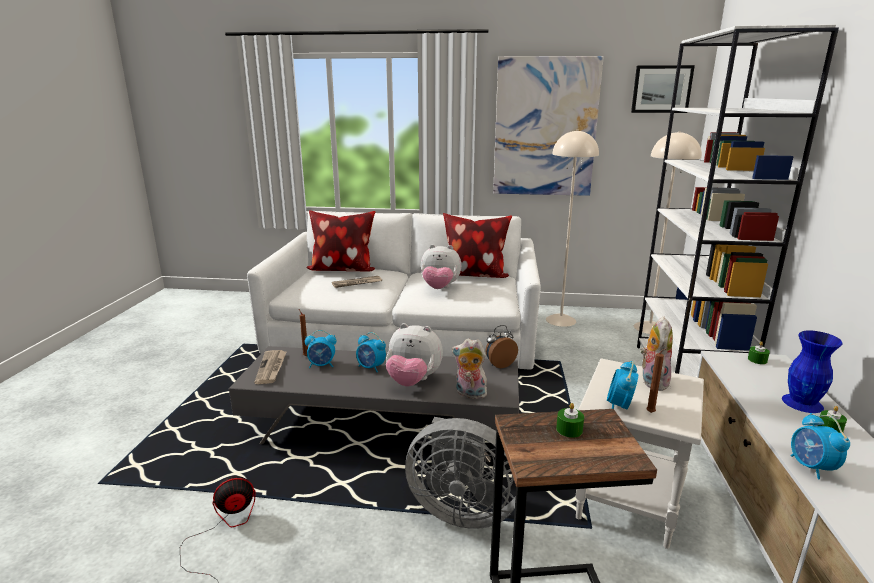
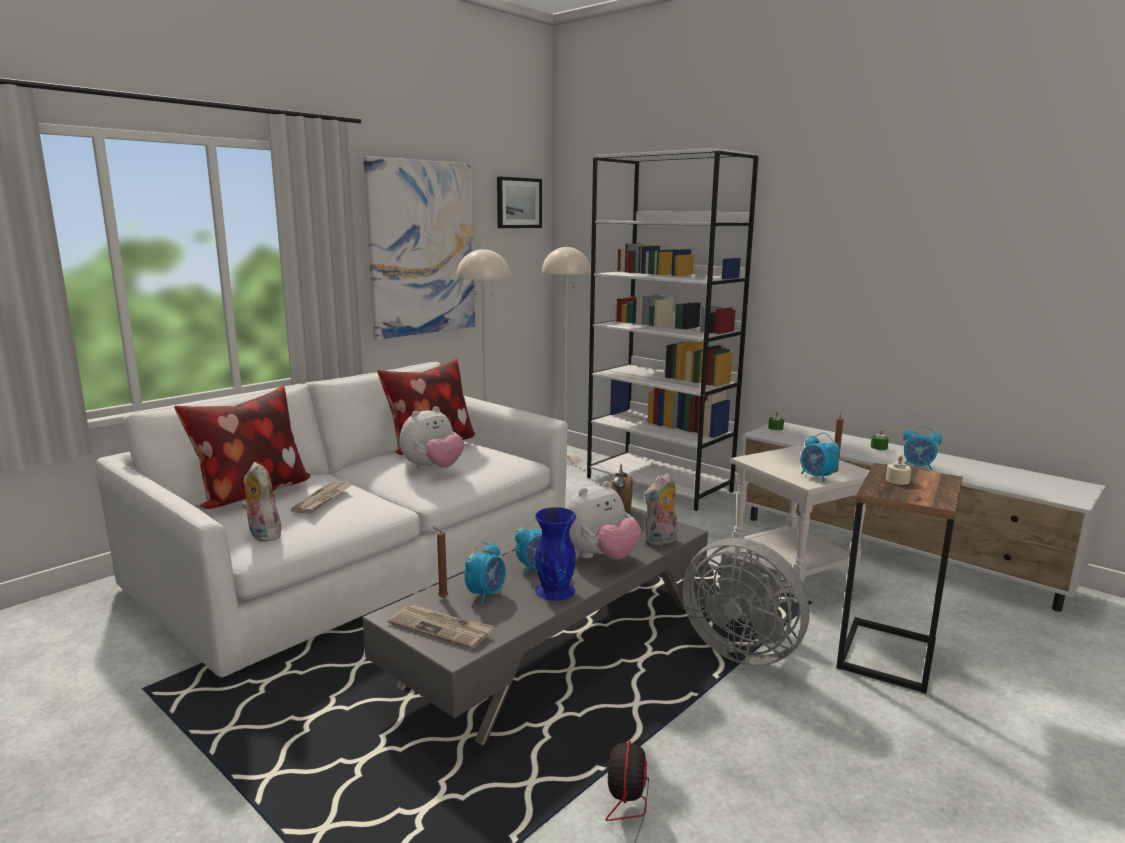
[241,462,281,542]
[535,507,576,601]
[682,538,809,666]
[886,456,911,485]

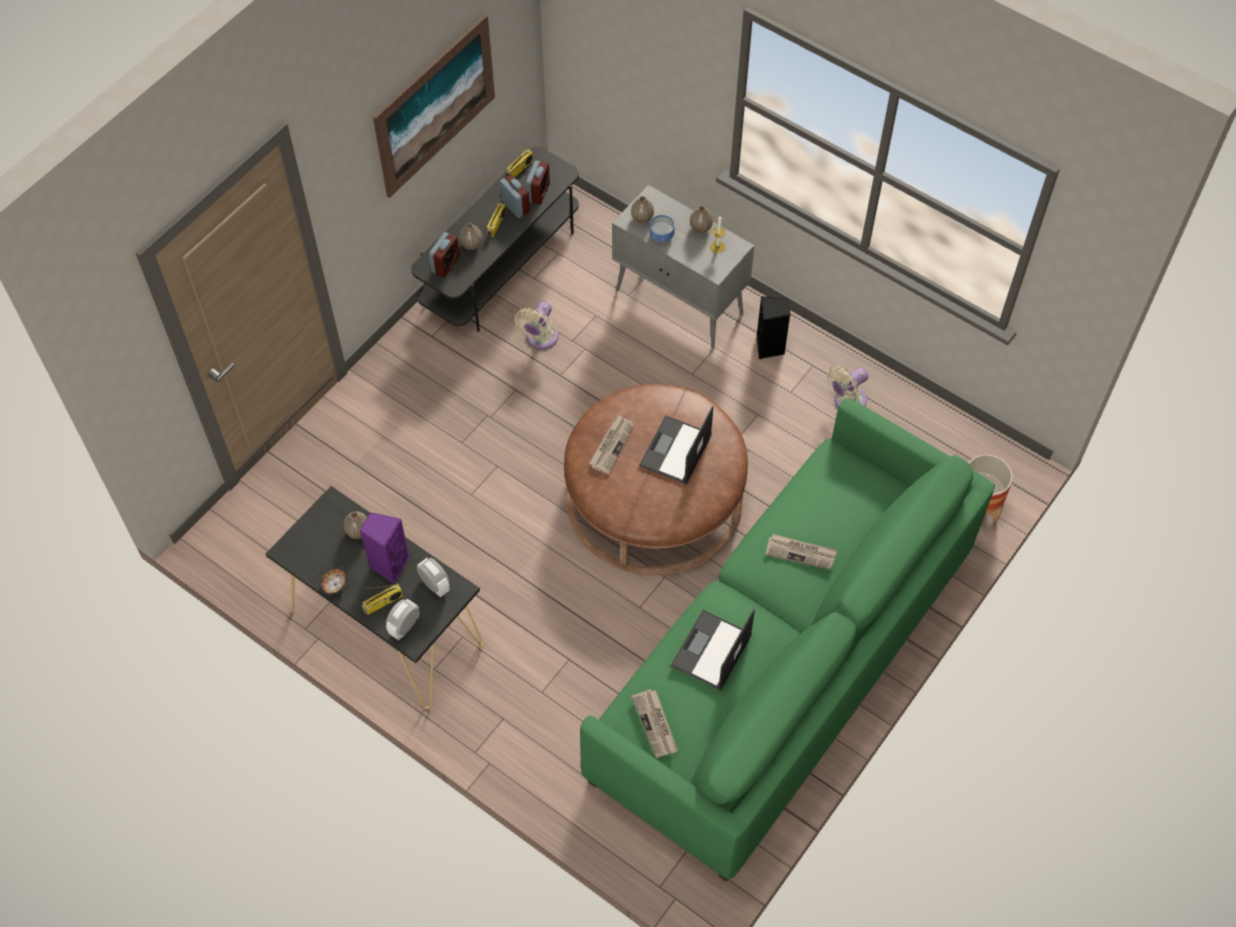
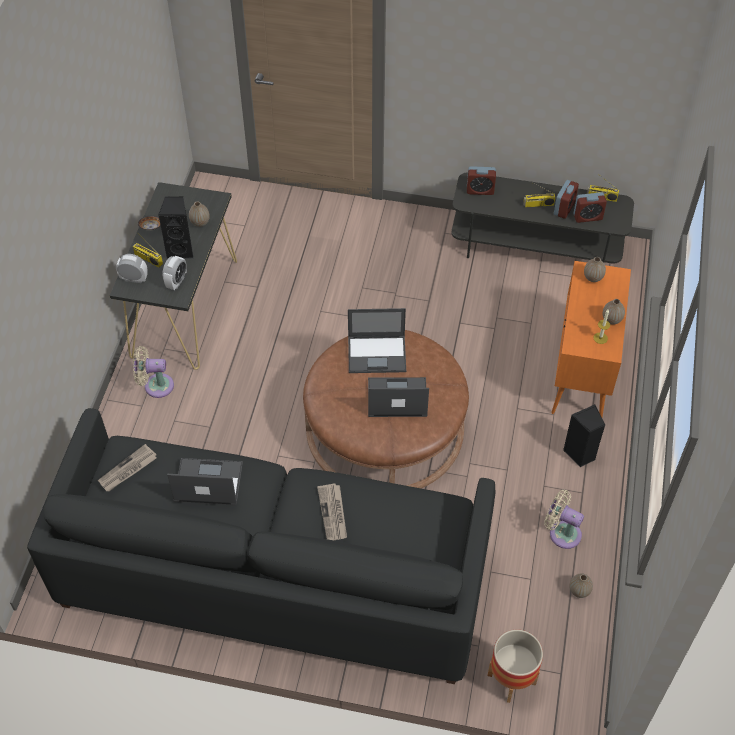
[27,408,496,684]
[133,346,174,398]
[158,197,193,259]
[348,308,406,373]
[551,261,631,417]
[569,573,593,598]
[373,15,495,198] (first image)
[649,215,675,242] (first image)

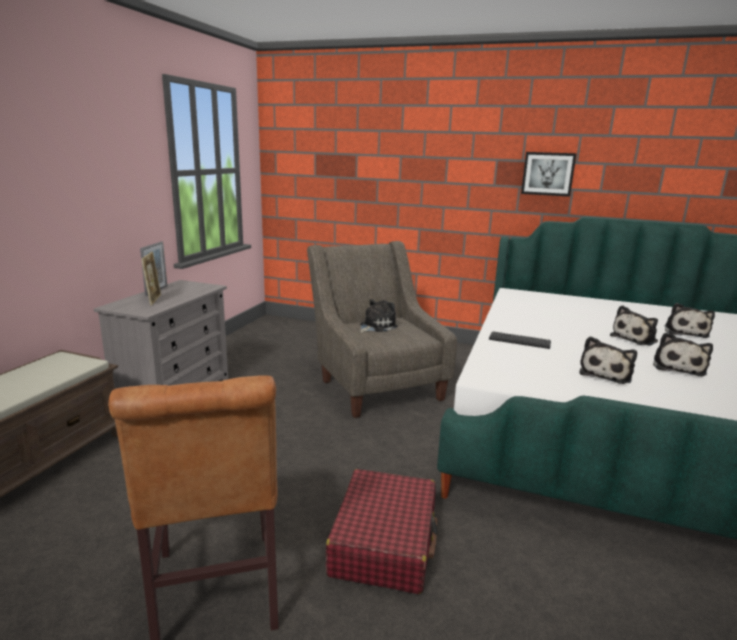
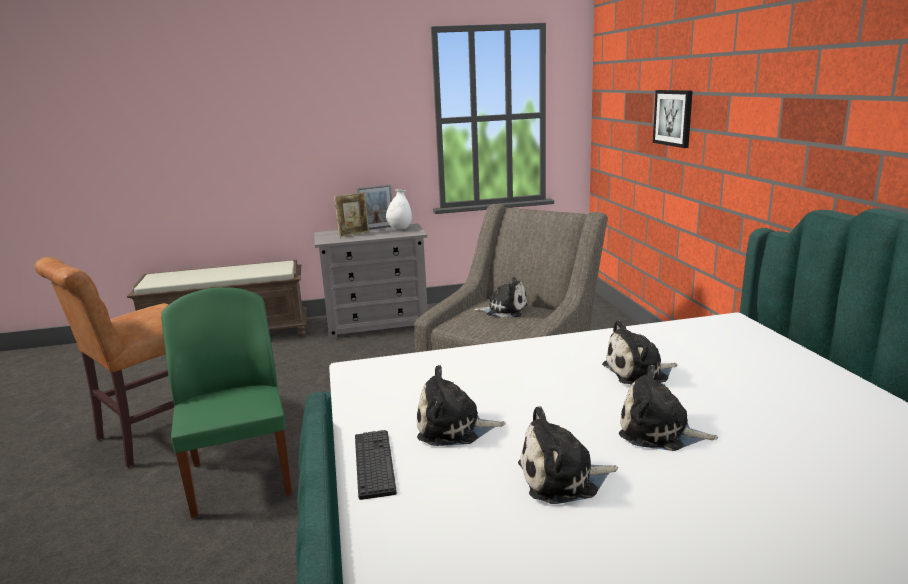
[161,287,292,518]
[355,430,397,500]
[386,189,412,229]
[602,320,677,385]
[653,90,693,148]

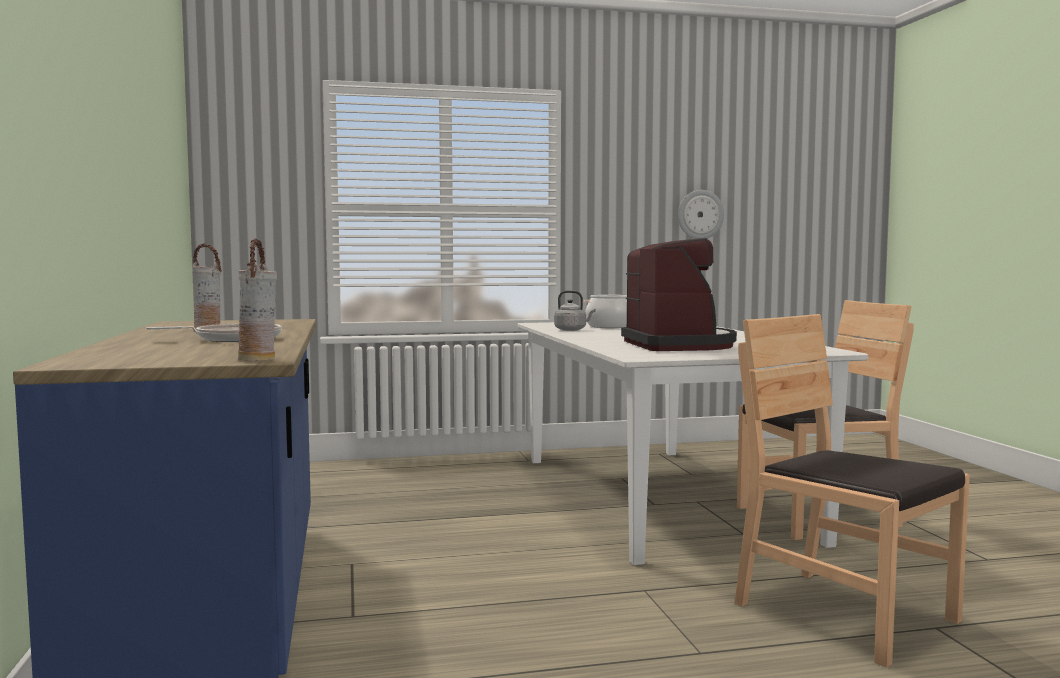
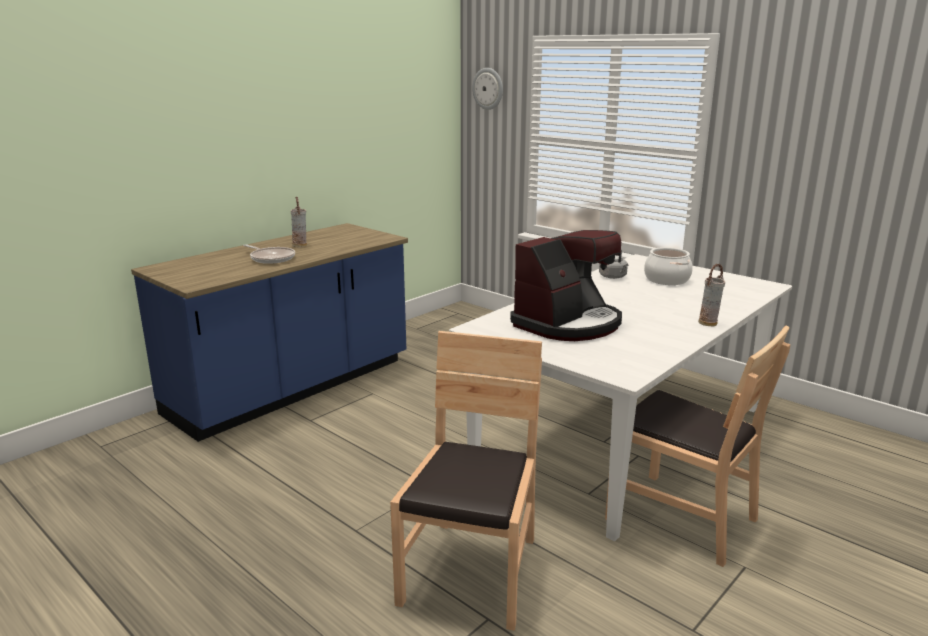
[472,68,503,110]
[698,264,725,327]

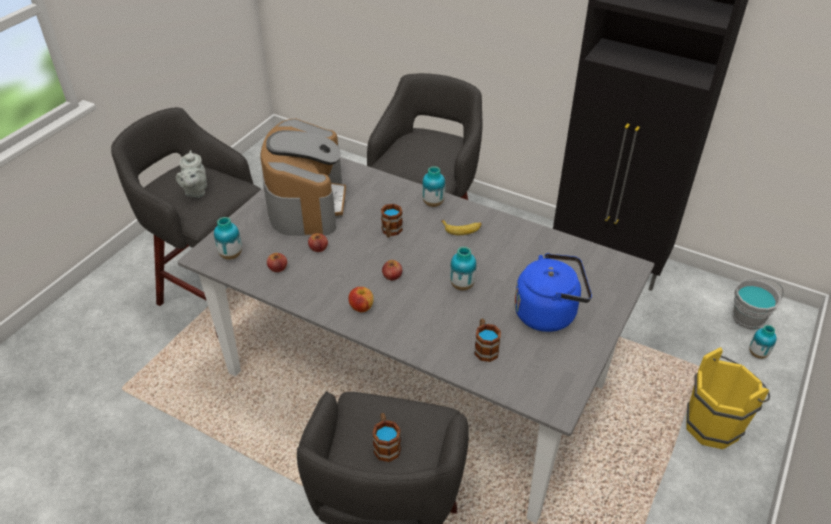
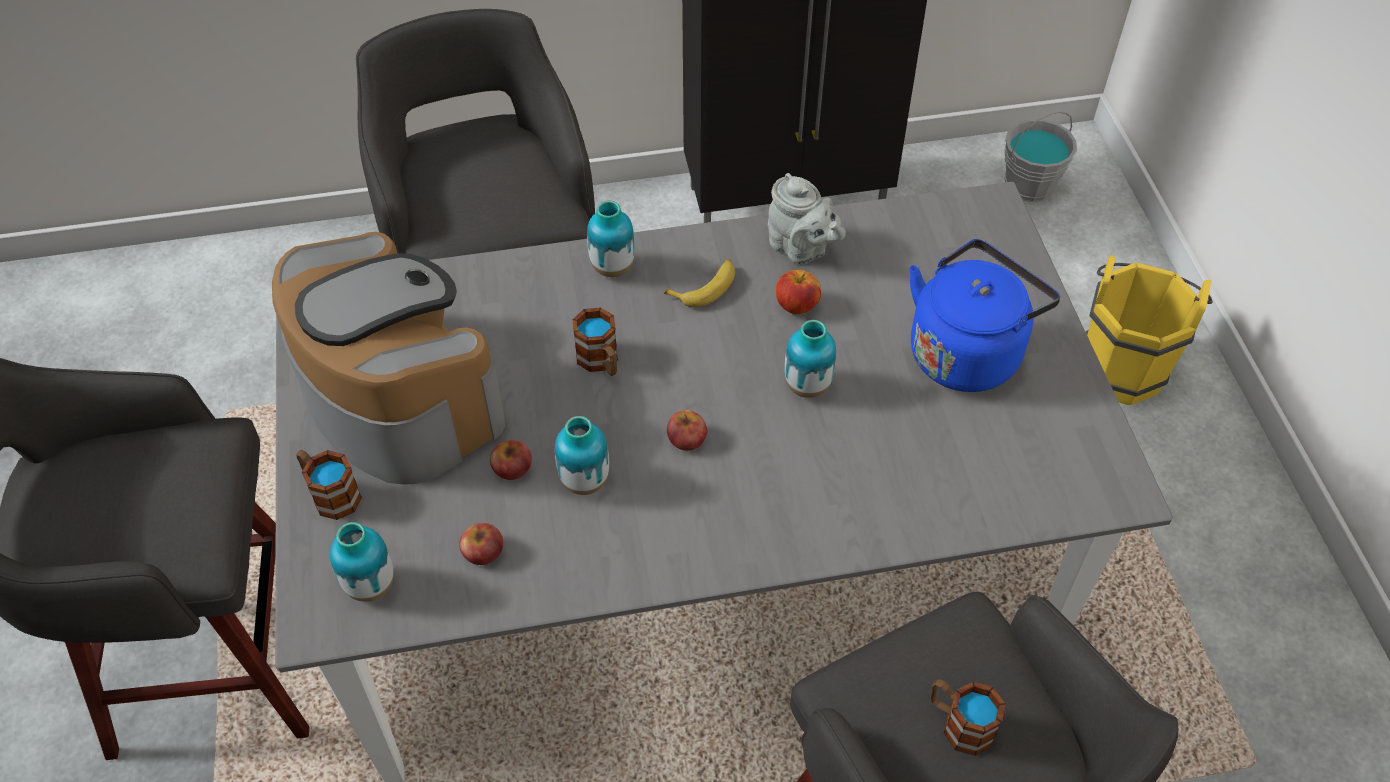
[296,450,362,520]
[555,416,609,495]
[768,173,846,264]
[776,270,821,315]

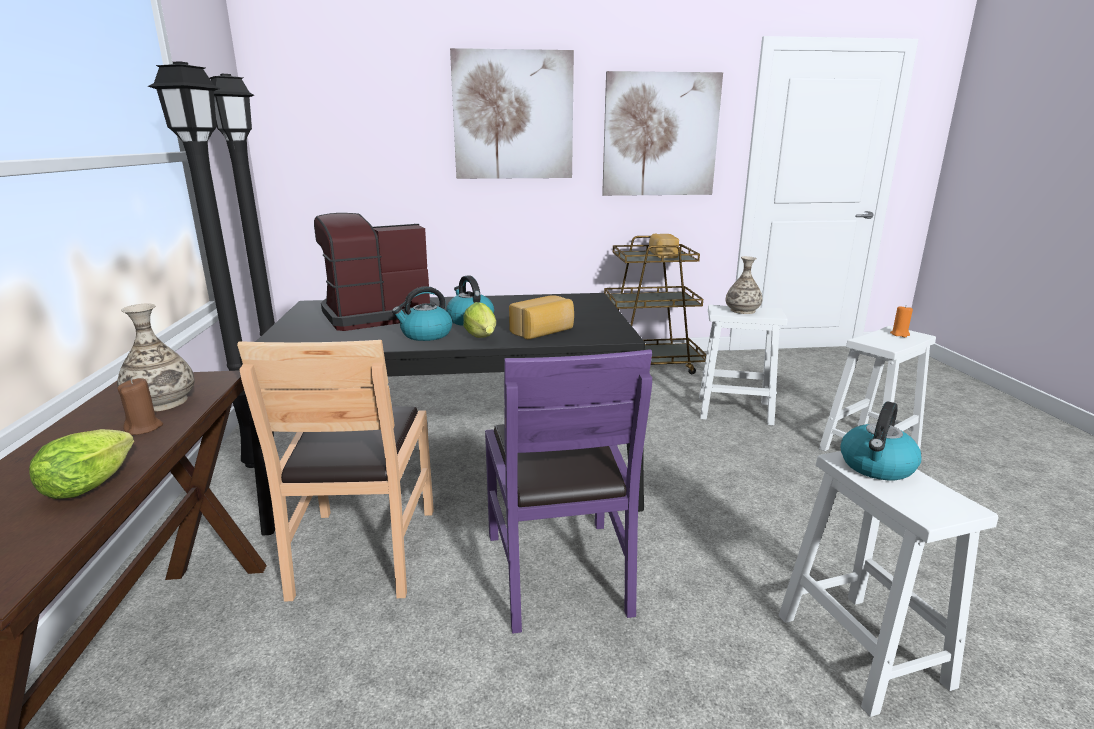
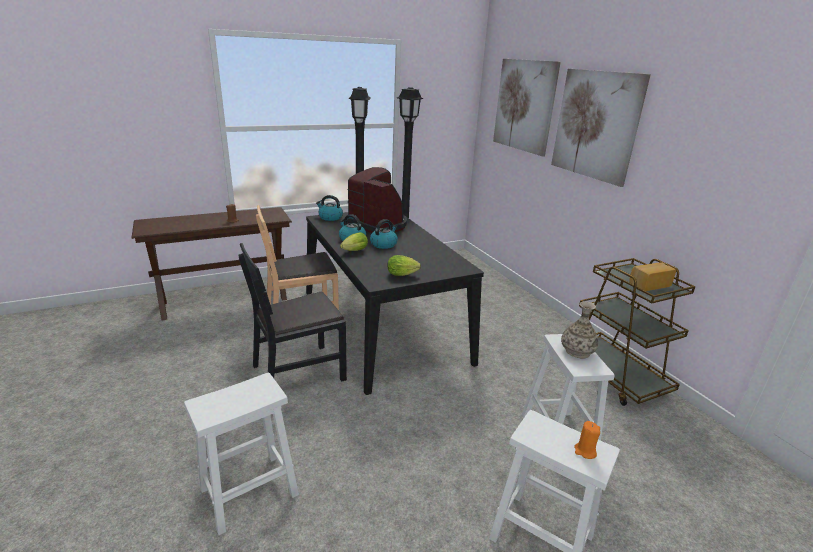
[239,243,347,382]
[316,195,343,221]
[388,255,421,276]
[493,59,561,156]
[117,303,195,412] (first image)
[509,295,574,339] (first image)

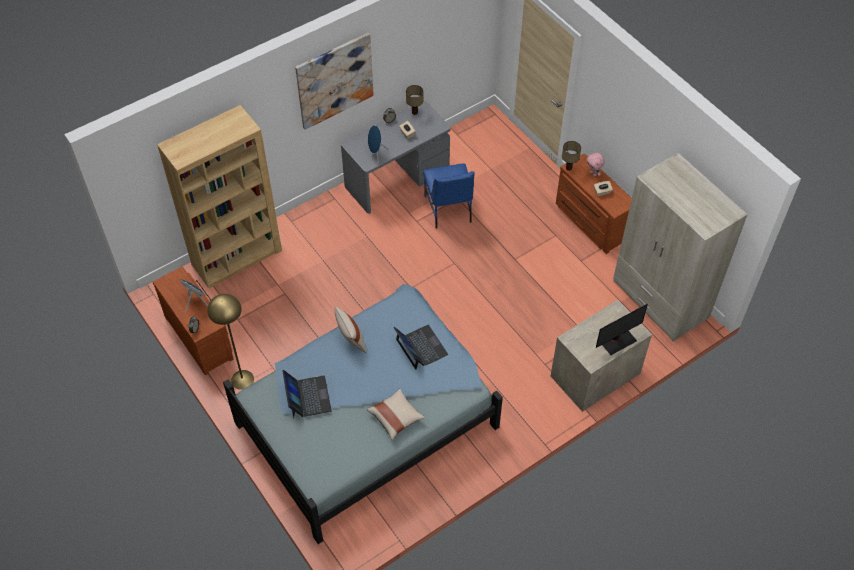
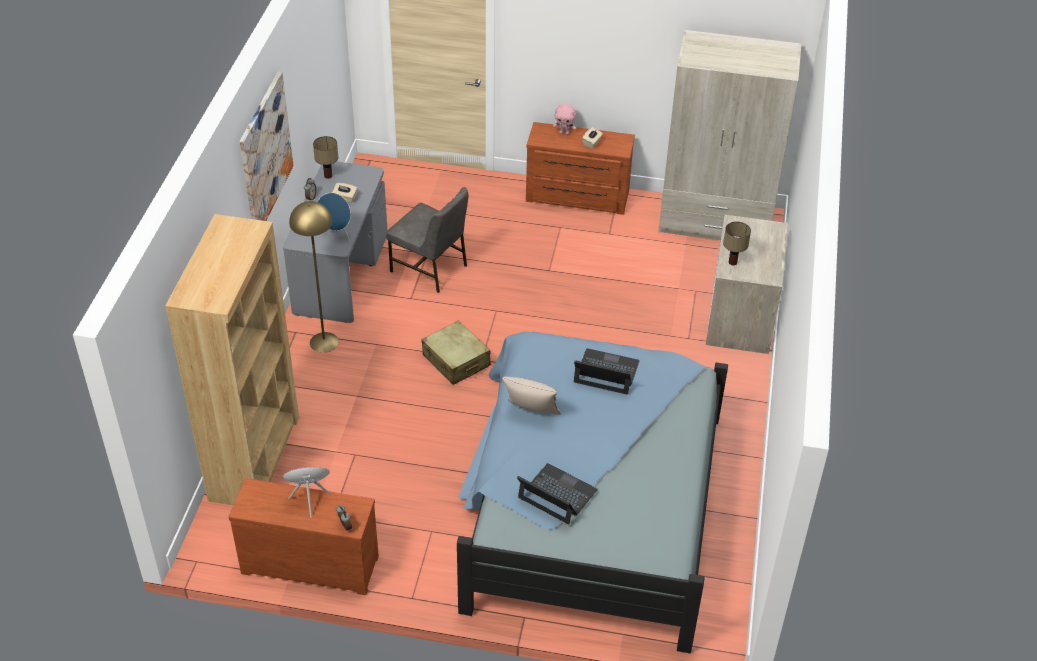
[289,201,339,353]
[386,187,469,293]
[421,320,491,385]
[723,222,751,265]
[367,389,425,440] (first image)
[596,304,648,355] (first image)

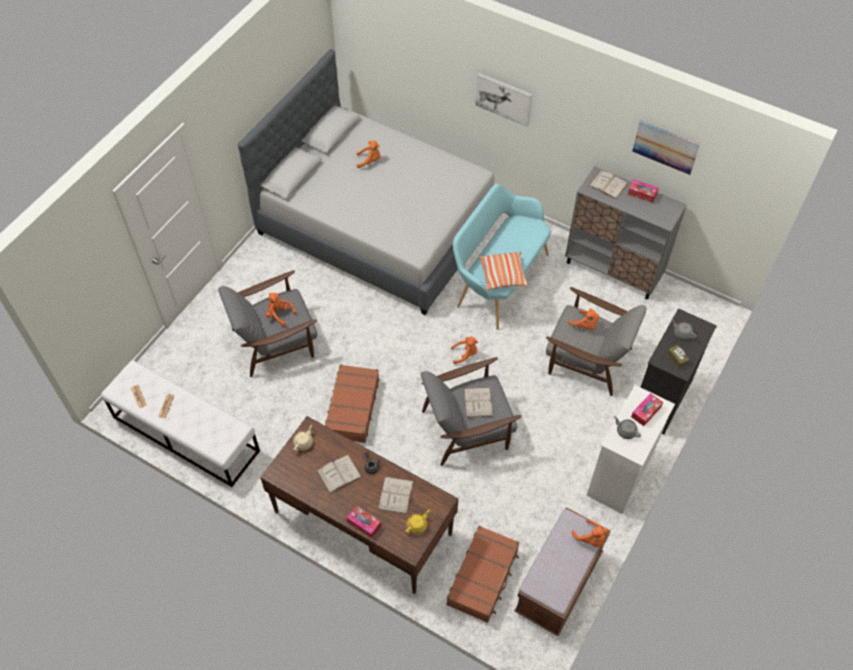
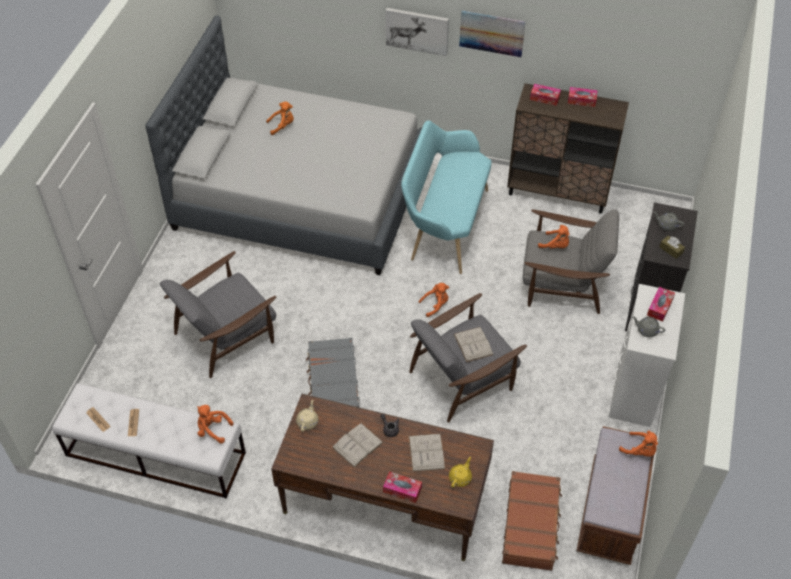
[197,405,233,443]
[306,338,359,407]
[459,11,526,57]
[507,83,629,214]
[530,84,561,106]
[479,252,528,290] (first image)

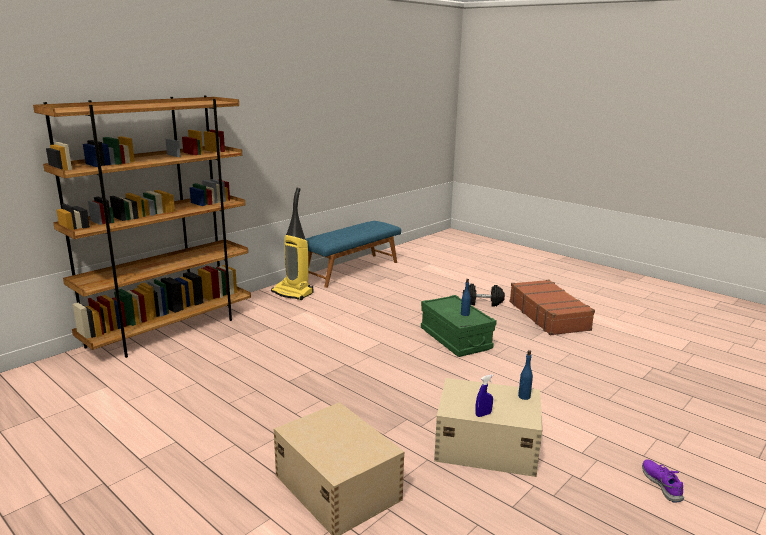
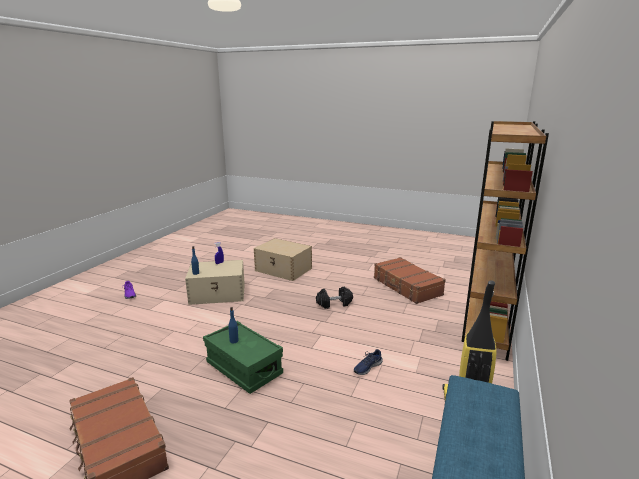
[316,287,353,309]
[354,349,383,375]
[374,257,446,304]

